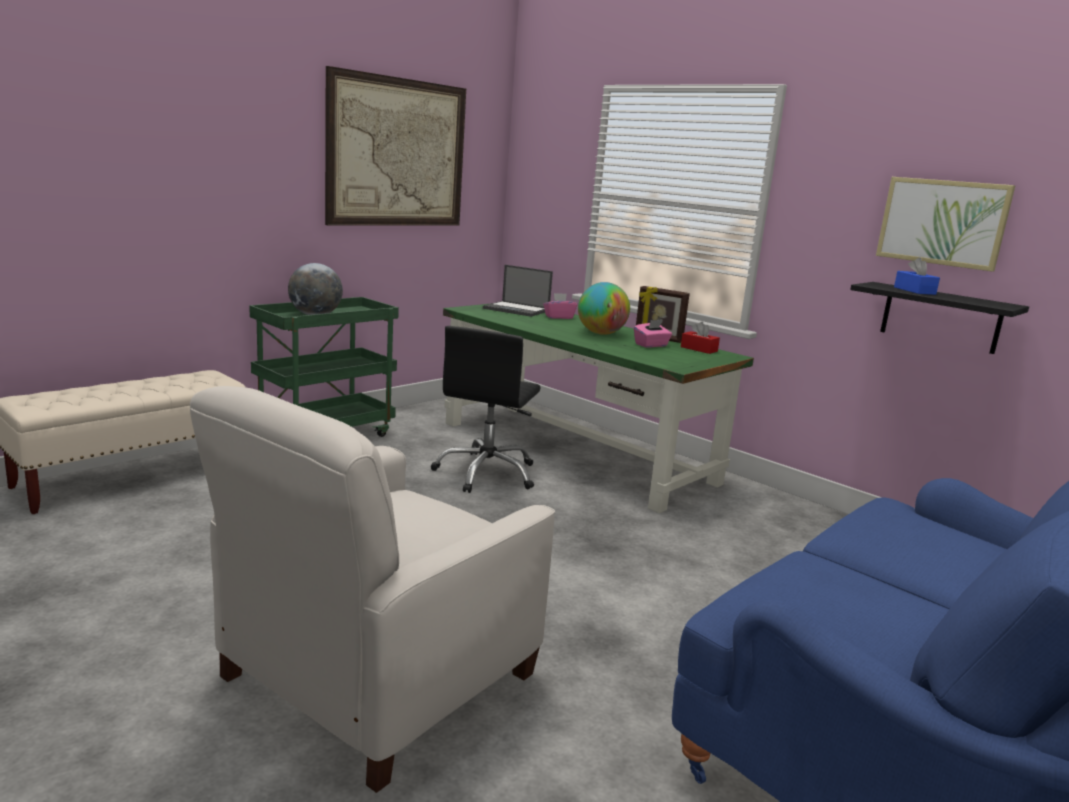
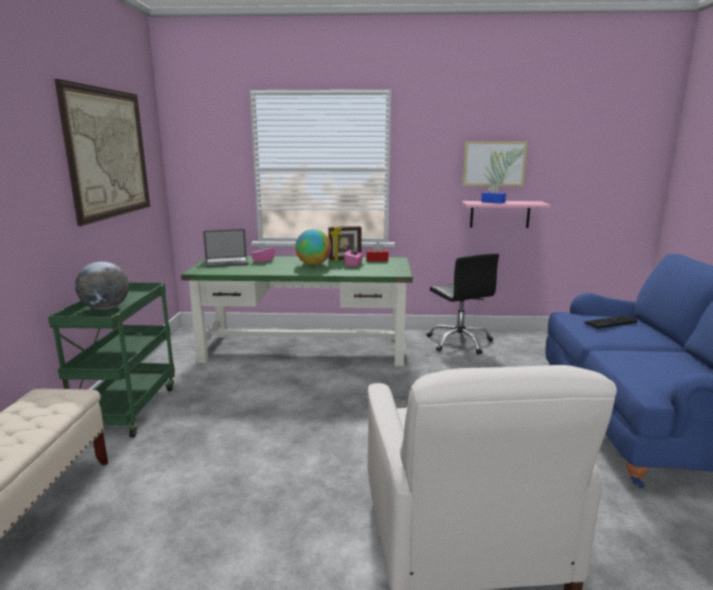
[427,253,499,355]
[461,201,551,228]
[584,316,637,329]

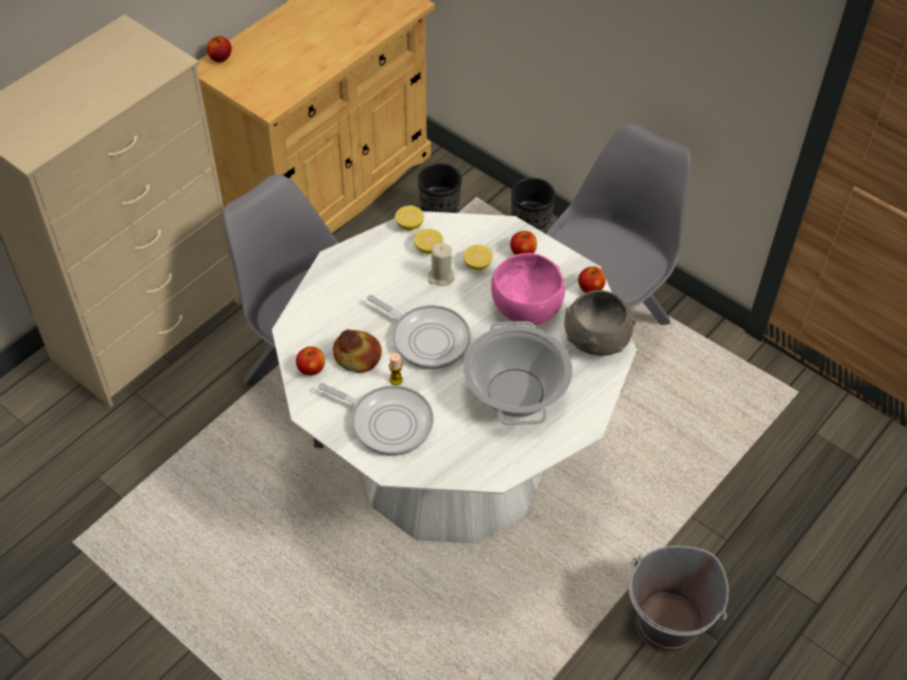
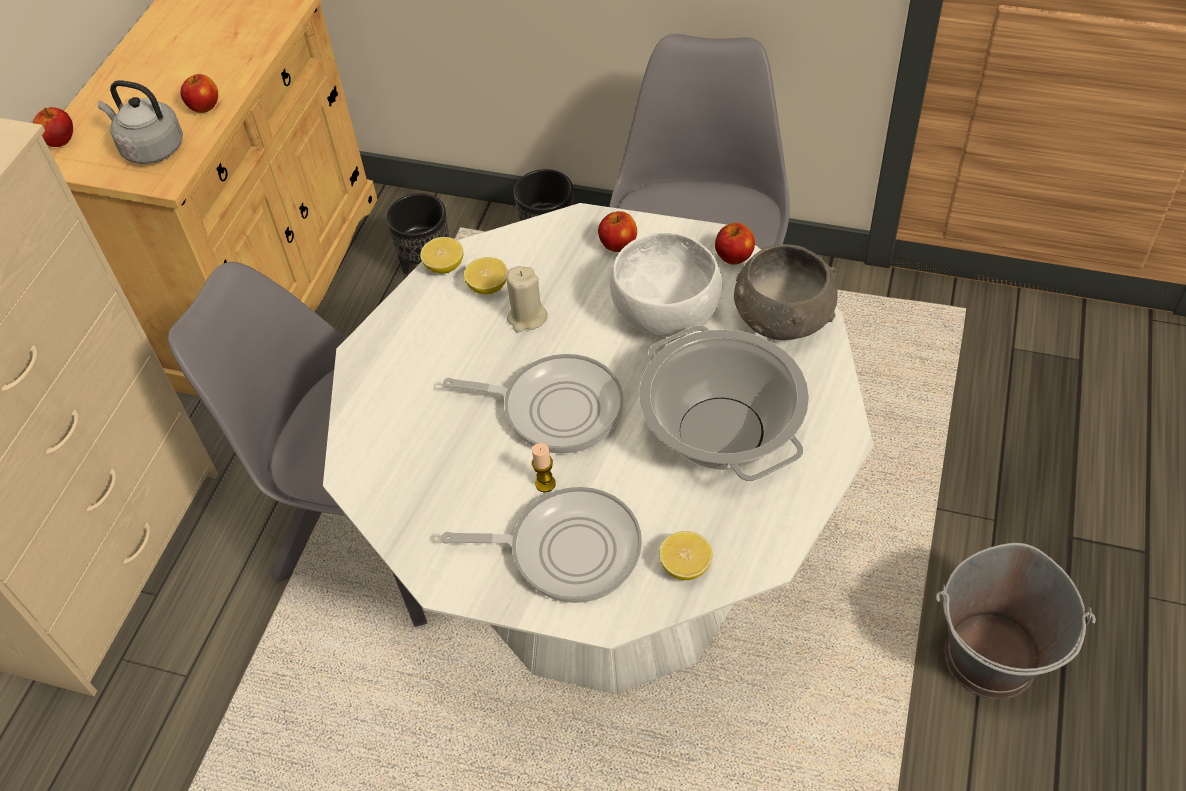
[98,80,183,164]
[180,74,218,113]
[610,232,722,337]
[660,531,712,580]
[333,330,382,373] (first image)

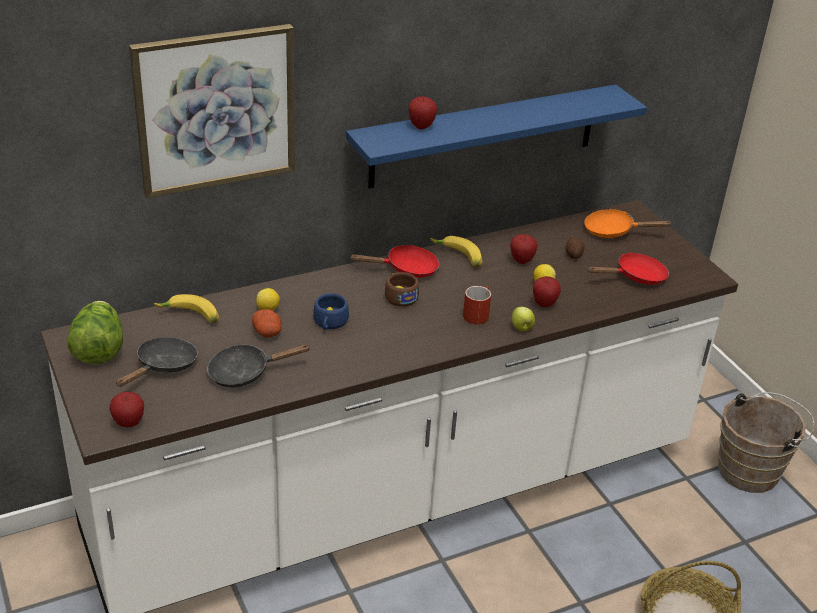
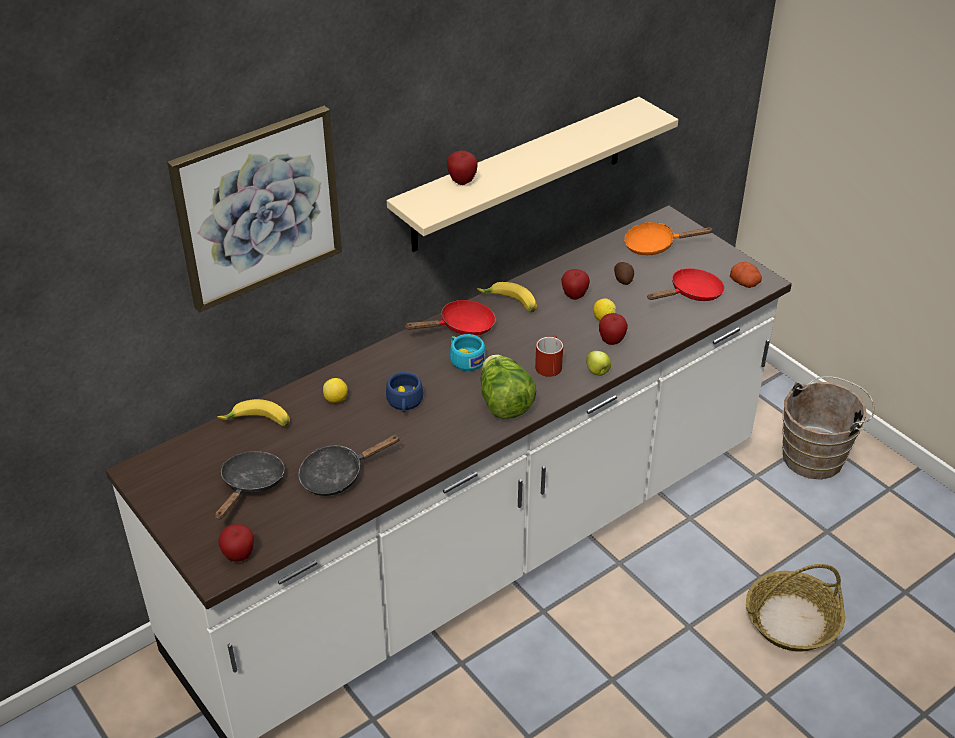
[387,97,678,252]
[450,334,486,371]
[481,355,536,419]
[730,262,762,288]

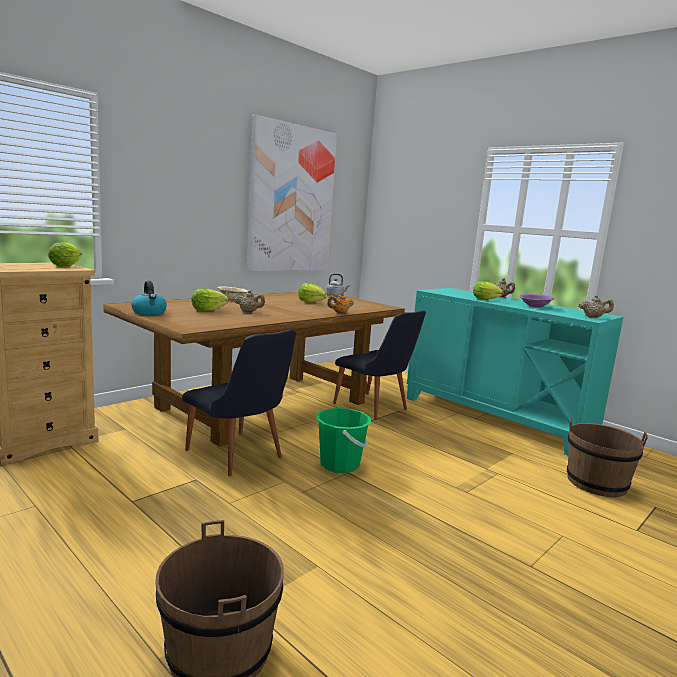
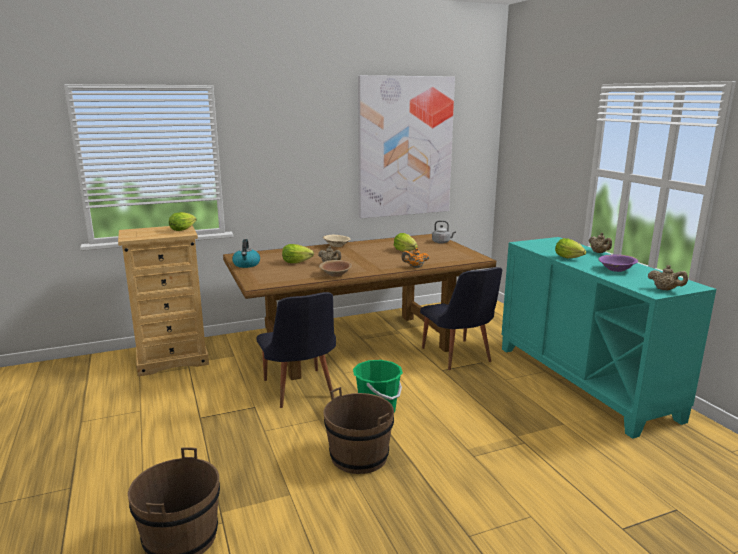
[319,260,352,277]
[324,387,394,474]

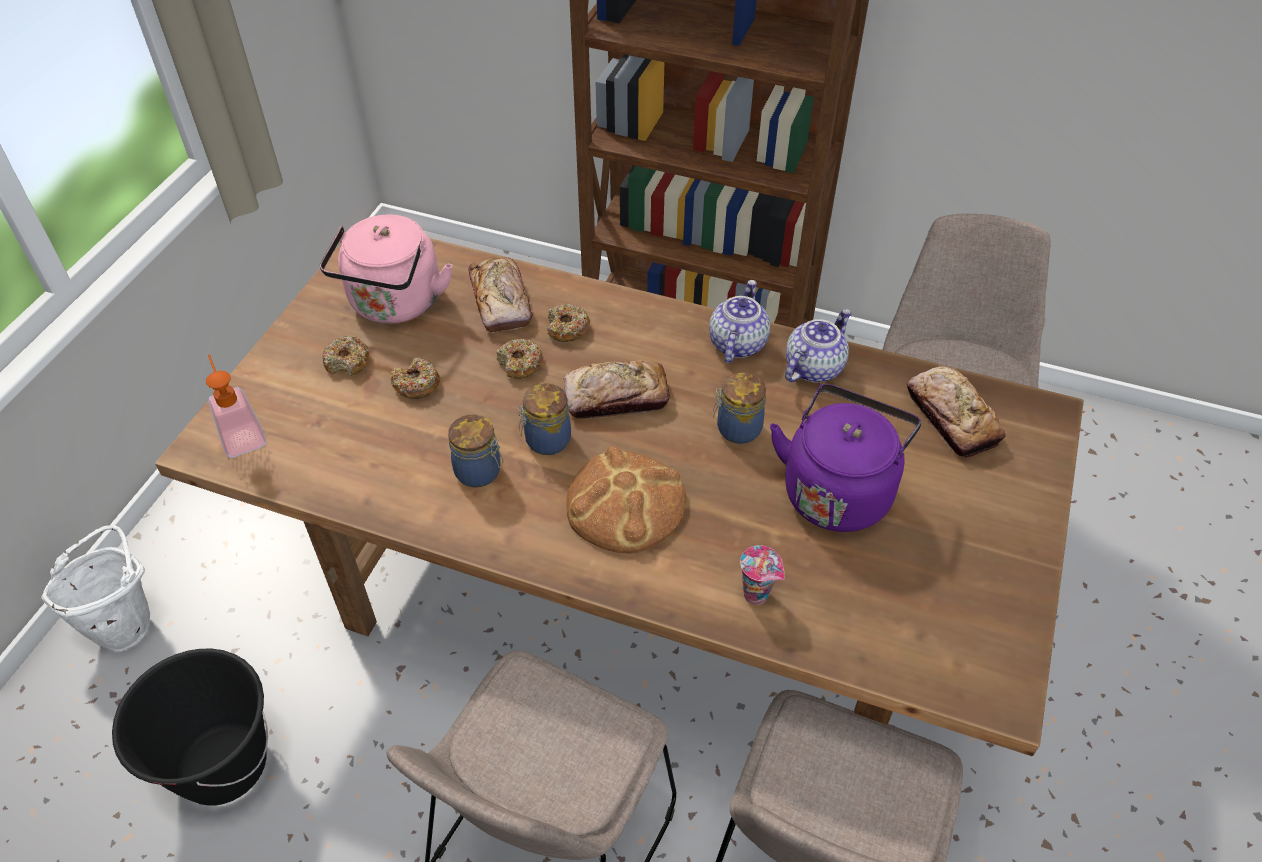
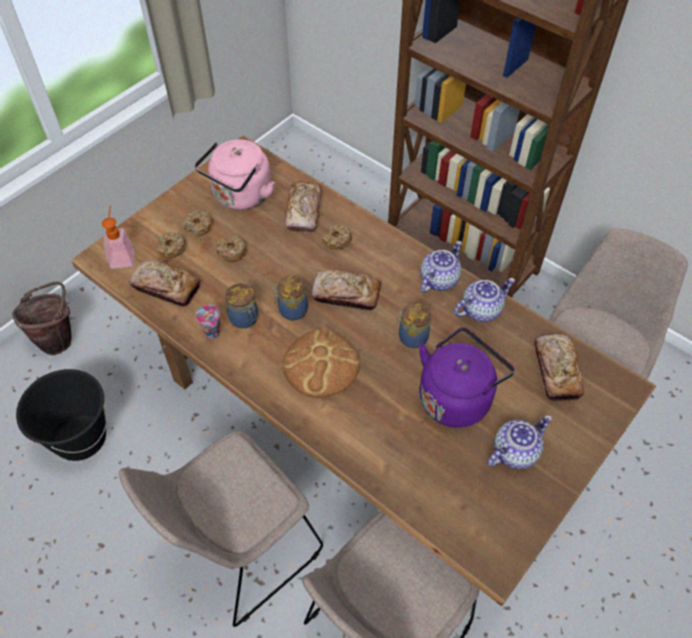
[12,281,72,355]
[130,260,200,307]
[157,232,186,258]
[196,305,220,340]
[487,415,552,469]

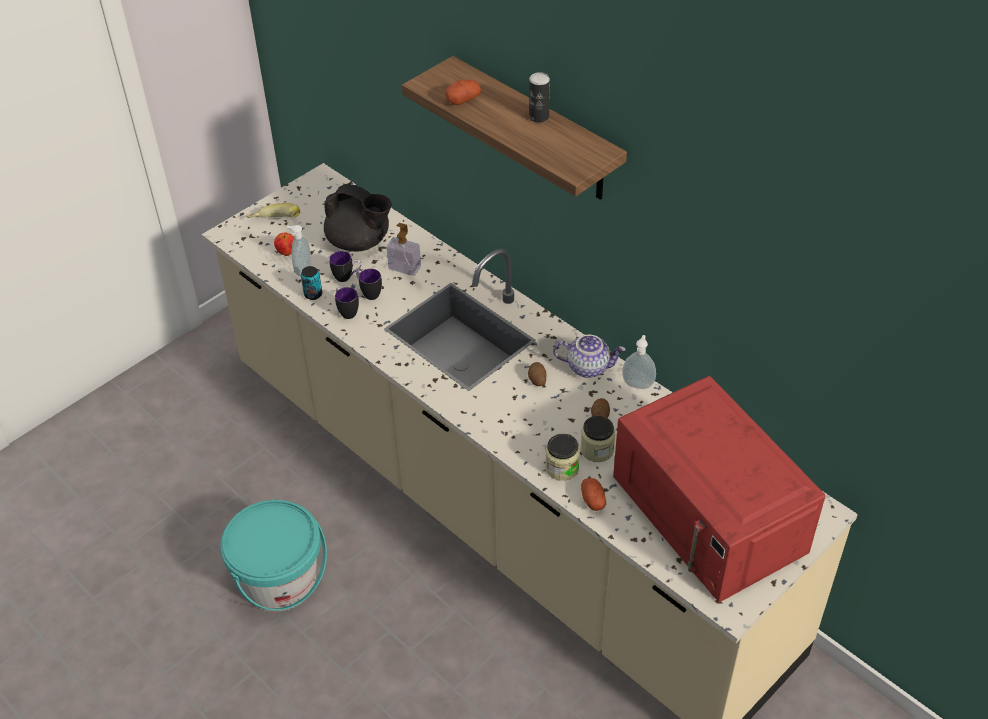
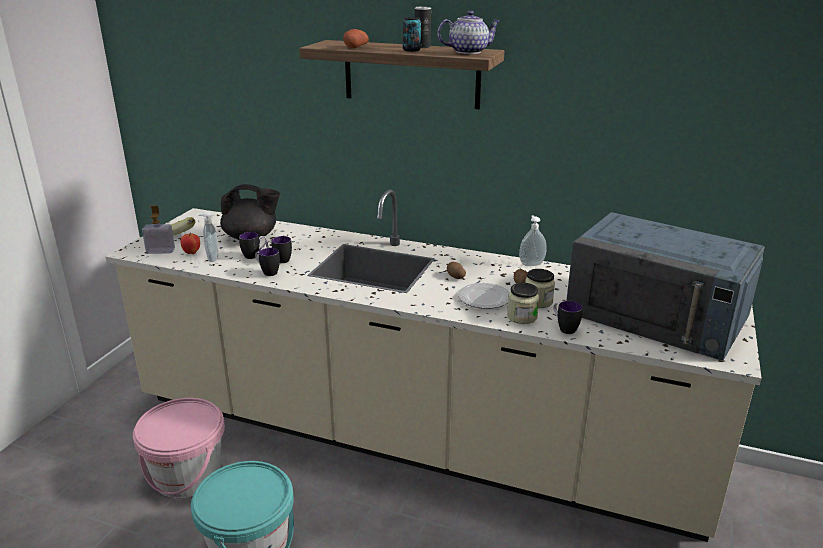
[133,398,225,498]
[142,206,175,254]
[403,17,421,52]
[438,11,501,54]
[458,283,510,309]
[554,301,583,334]
[566,212,765,361]

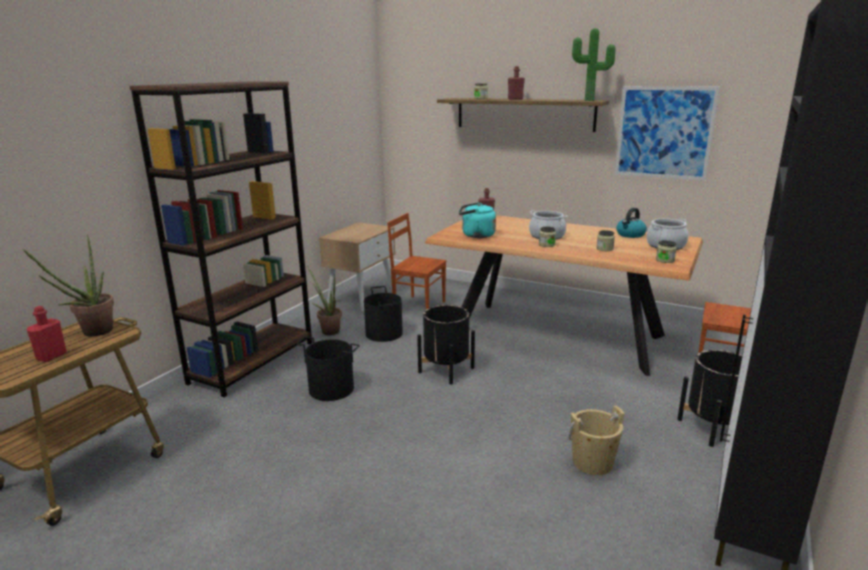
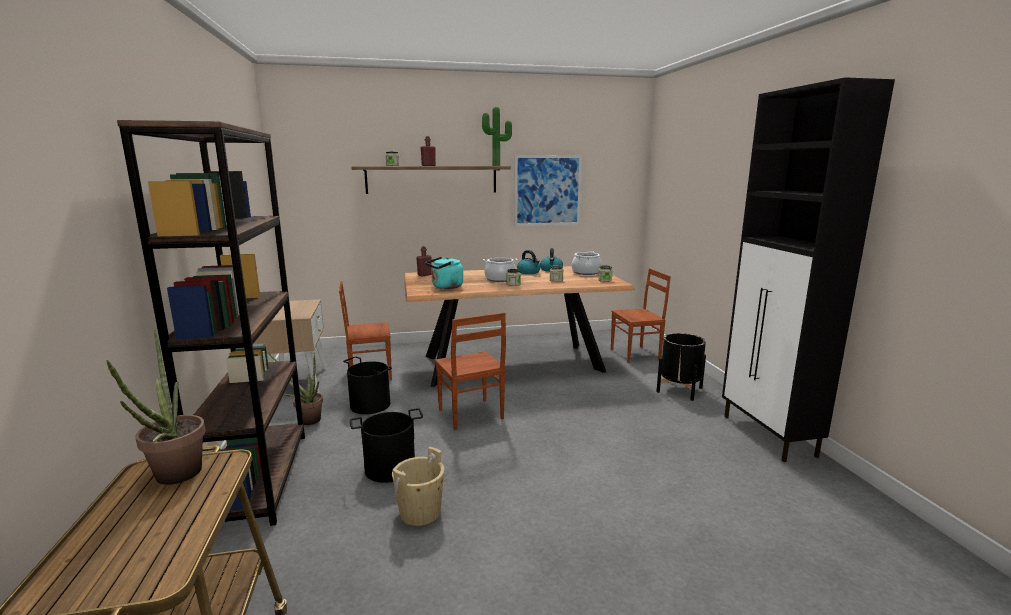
[392,447,444,526]
[435,312,506,430]
[517,250,541,274]
[27,306,67,362] (first image)

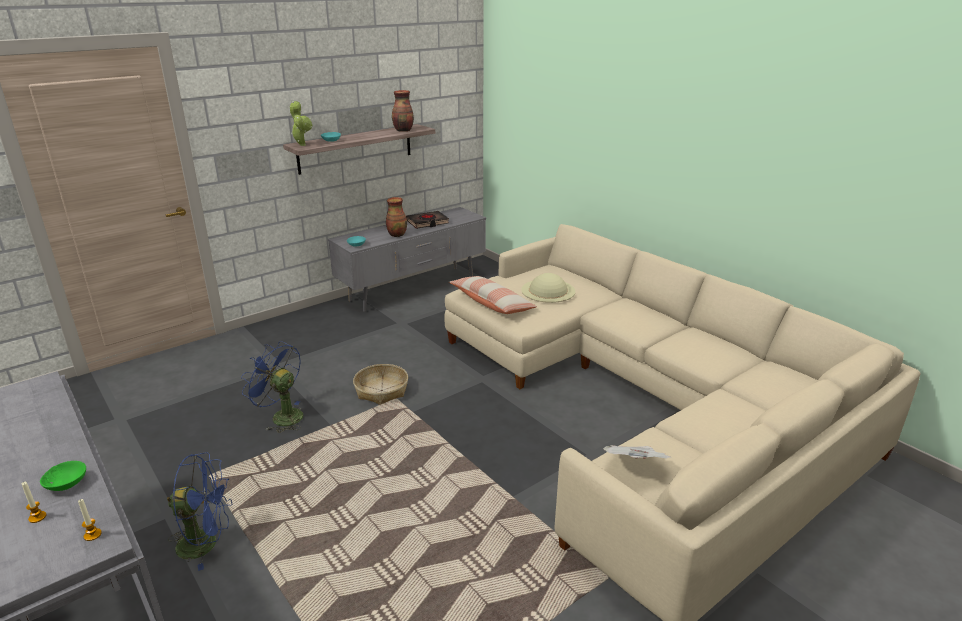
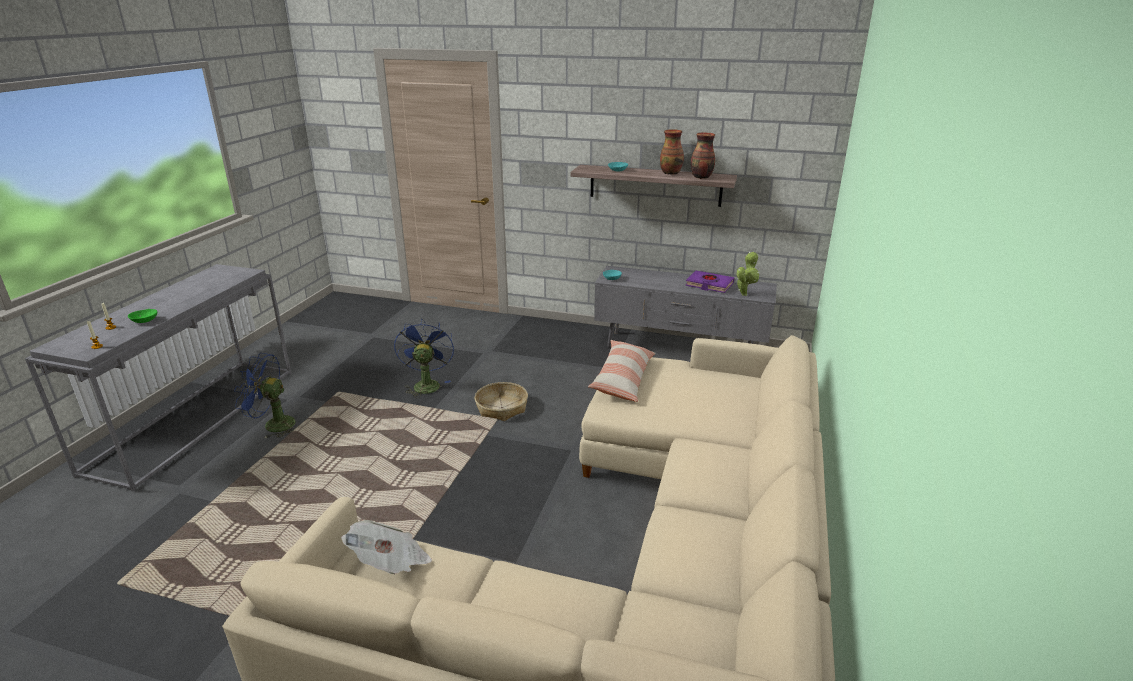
[234,353,295,439]
[660,129,684,175]
[686,271,735,293]
[736,252,759,296]
[521,273,576,303] (first image)

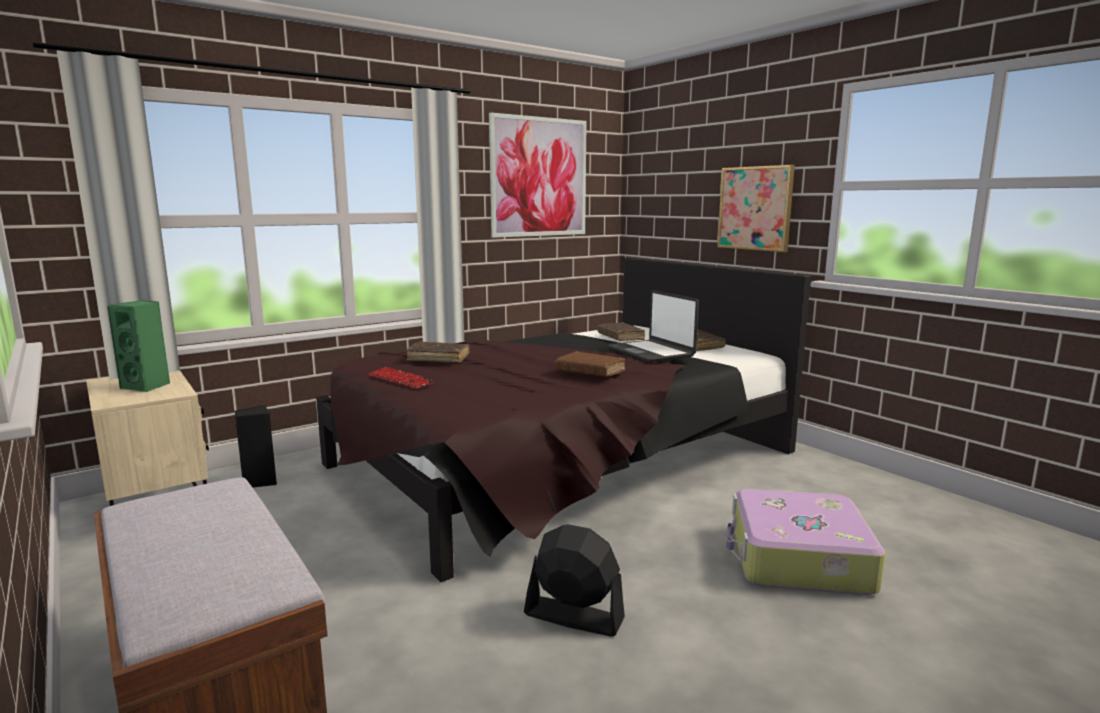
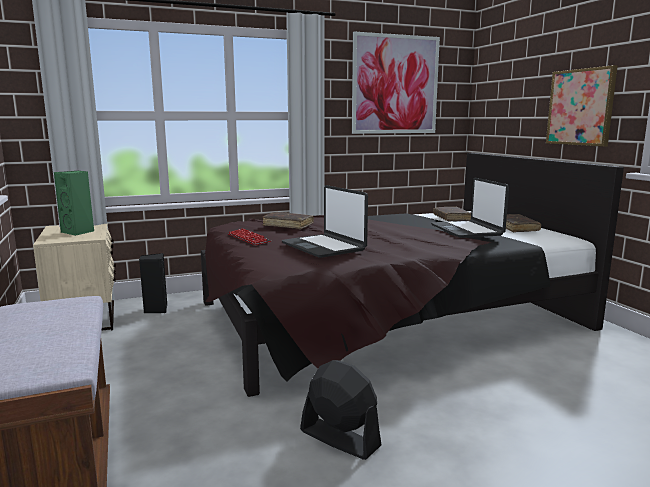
[282,185,368,258]
[555,351,625,377] (first image)
[726,489,885,595] (first image)

